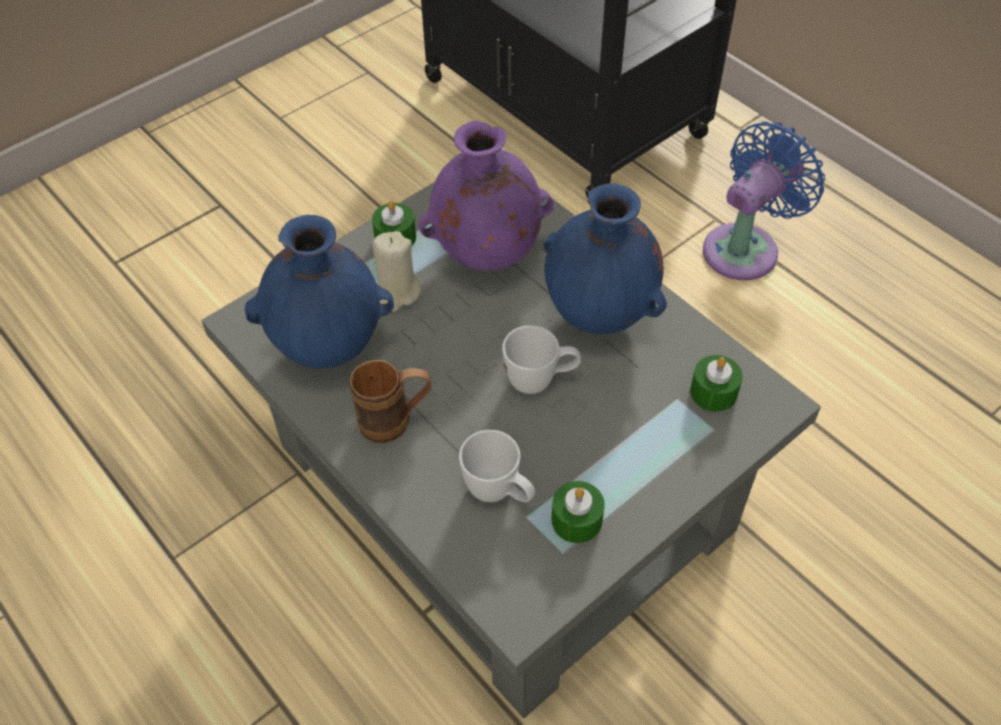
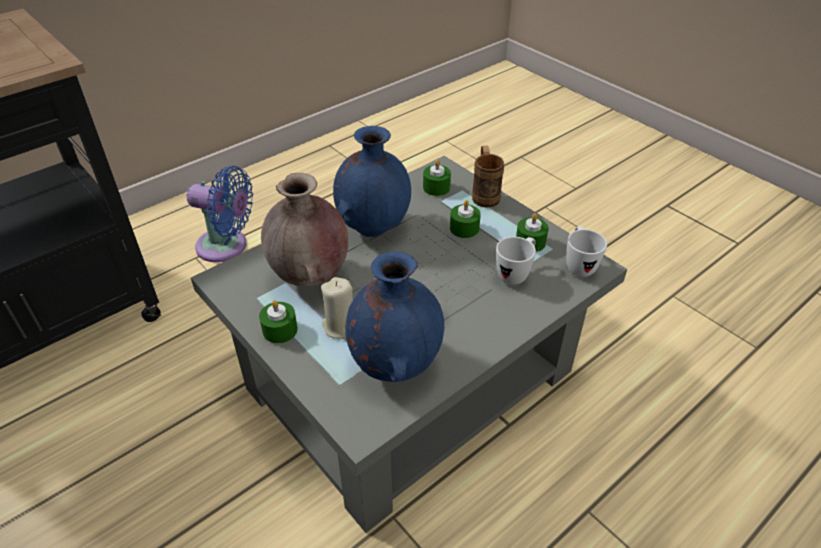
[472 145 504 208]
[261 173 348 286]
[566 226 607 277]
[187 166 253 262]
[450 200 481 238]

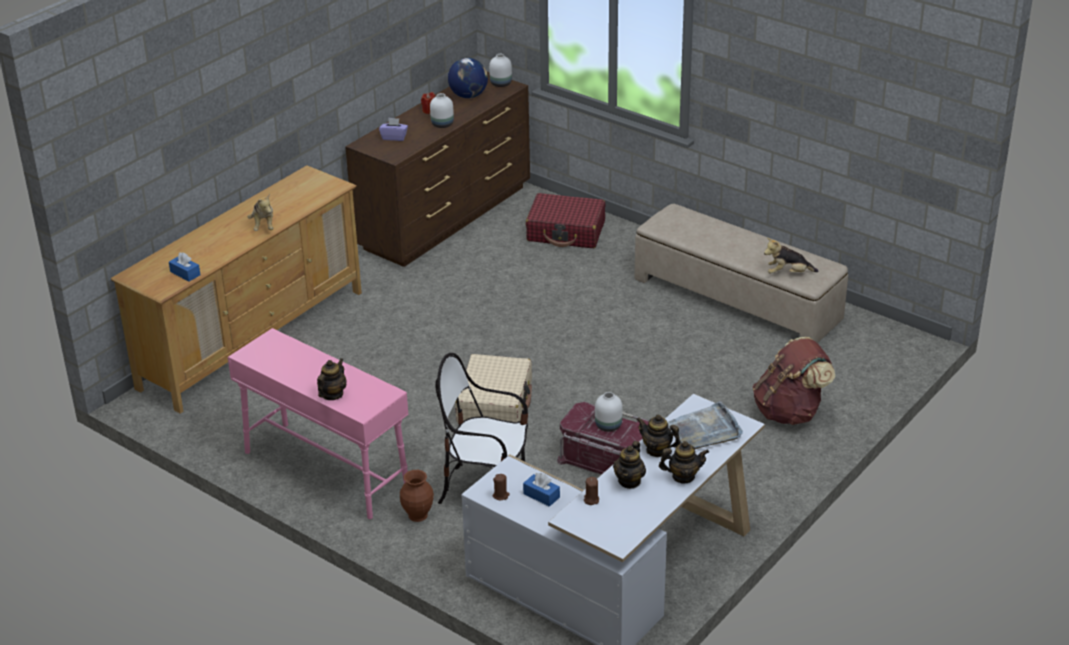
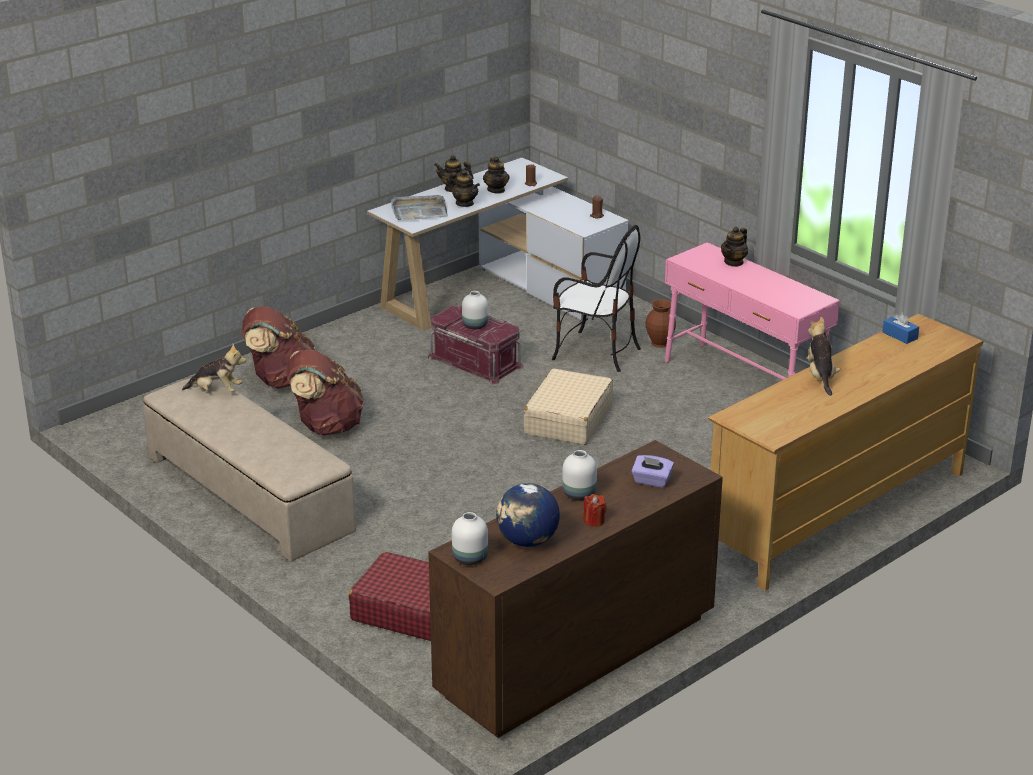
[523 473 560 507] (first image)
[483 157 510 194]
[287 350 364 435]

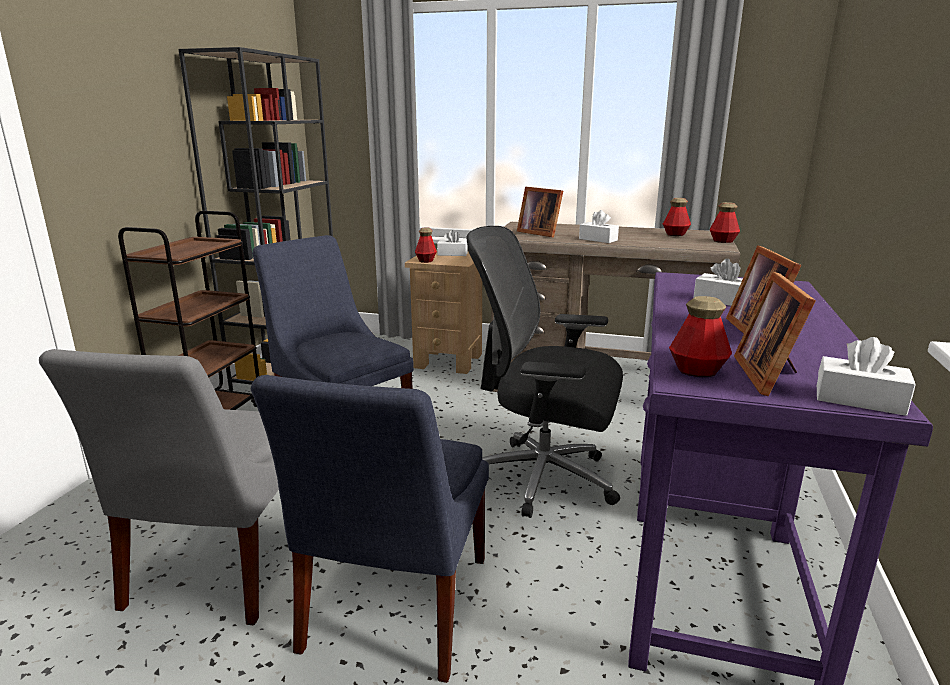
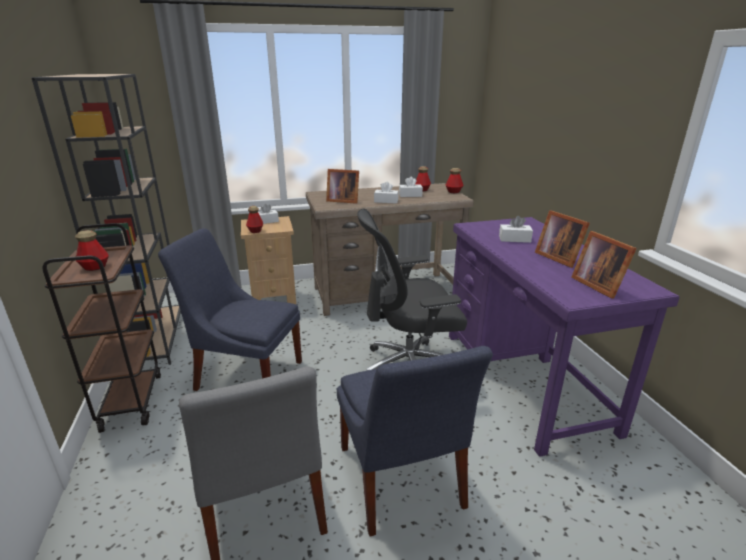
[75 230 109 271]
[399 176 423 197]

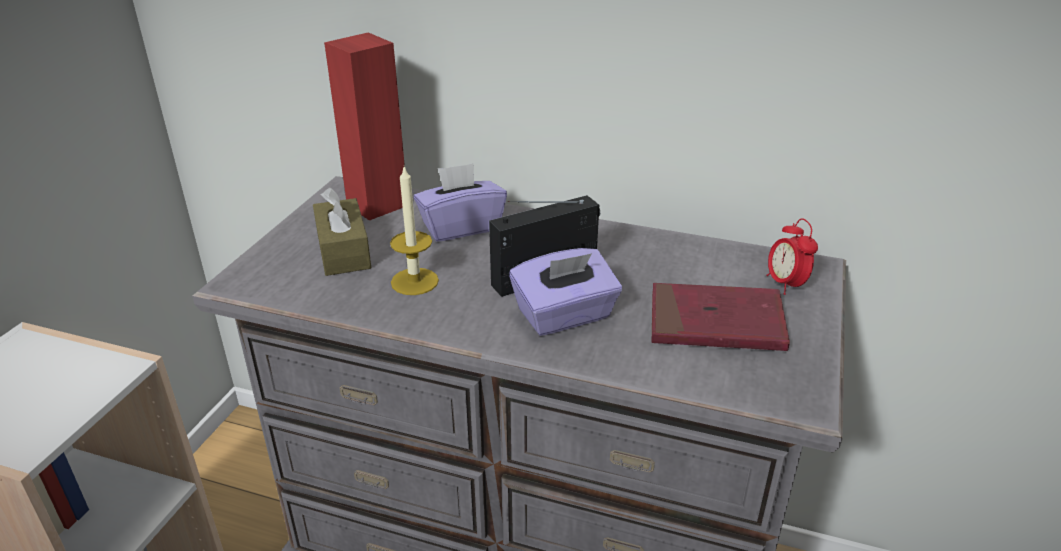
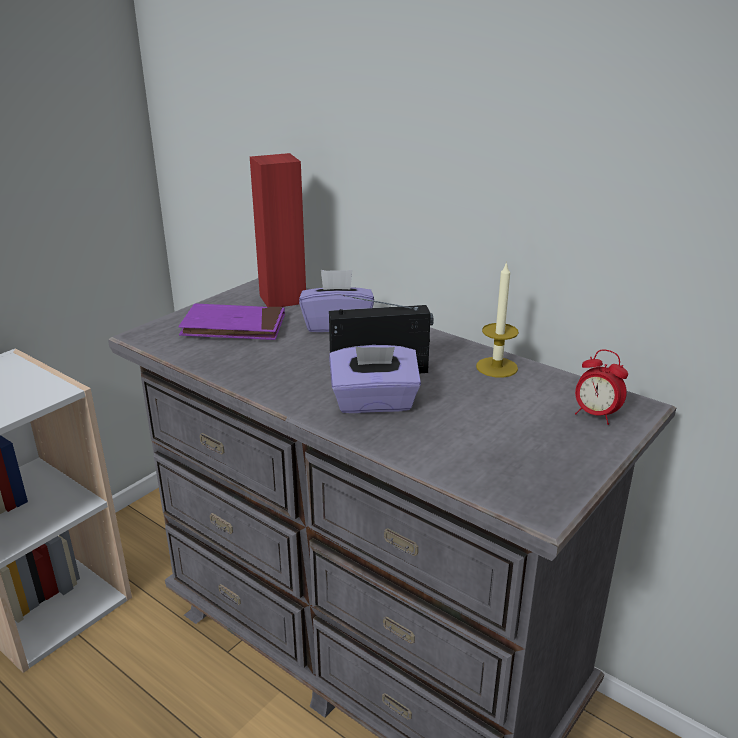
[178 303 285 340]
[476 261 519 378]
[652 283 790 351] (first image)
[575 350 628 425]

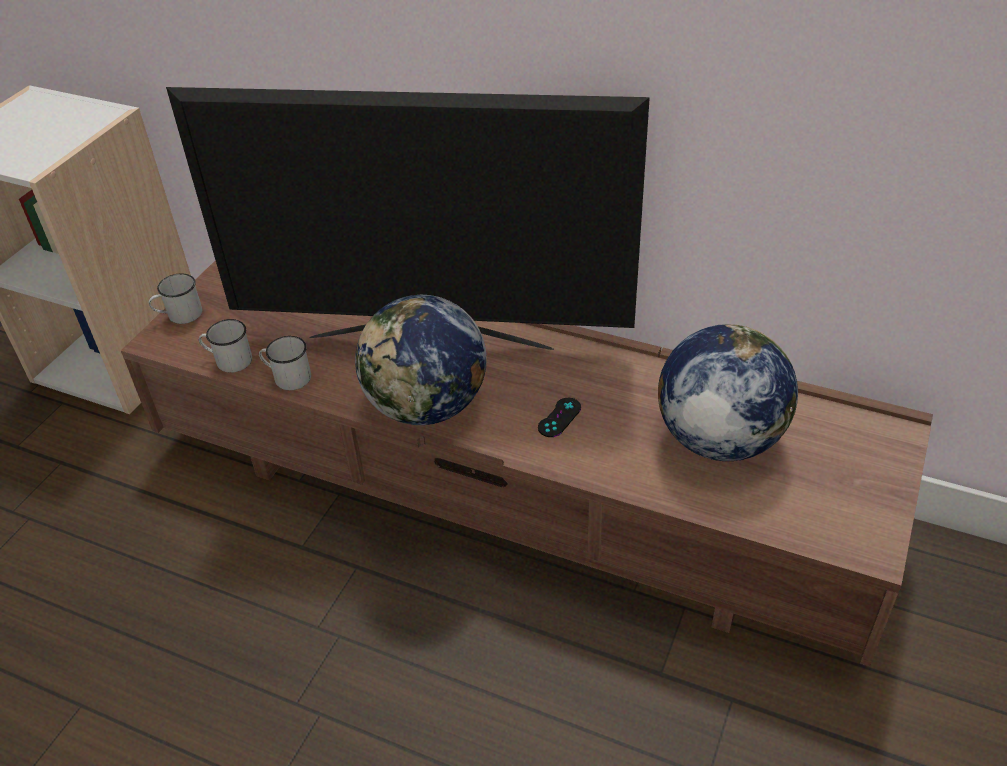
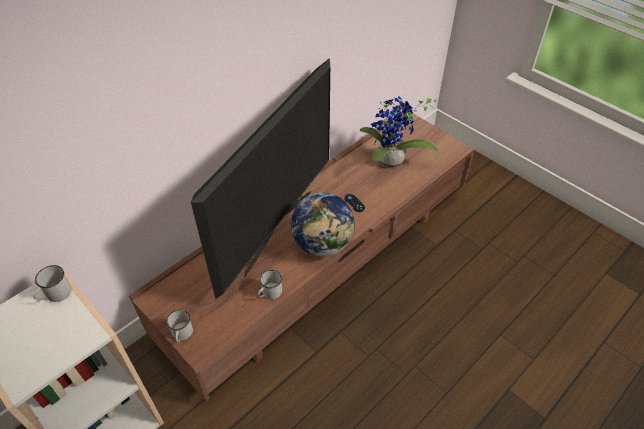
[33 265 72 302]
[359 97 438 168]

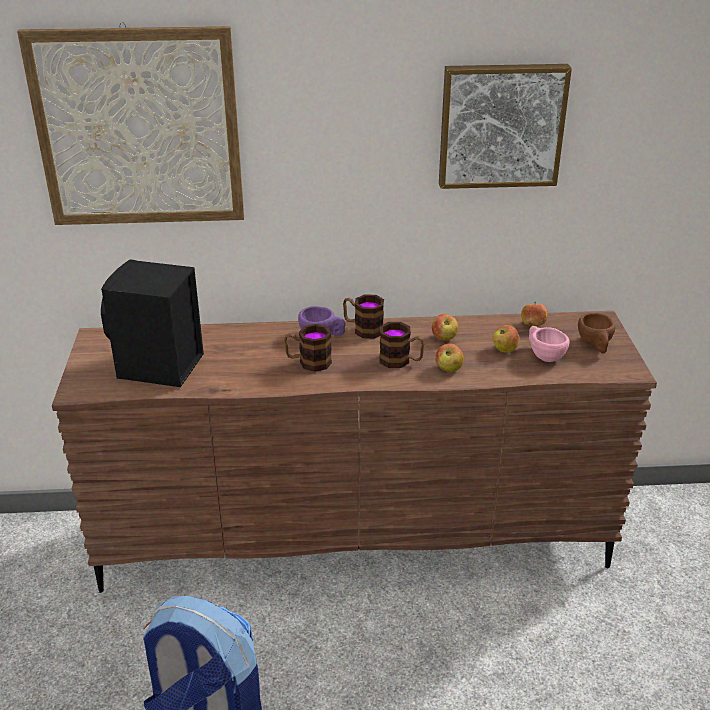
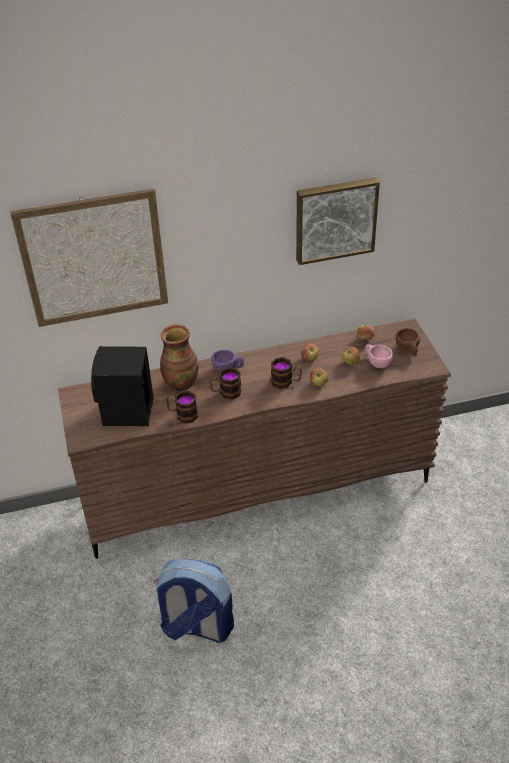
[166 391 198 424]
[160 325 199 391]

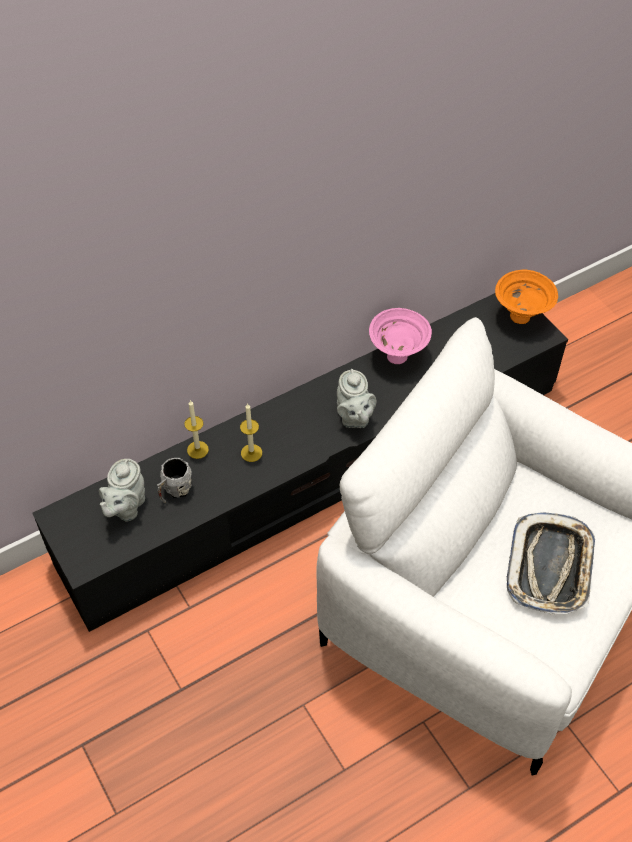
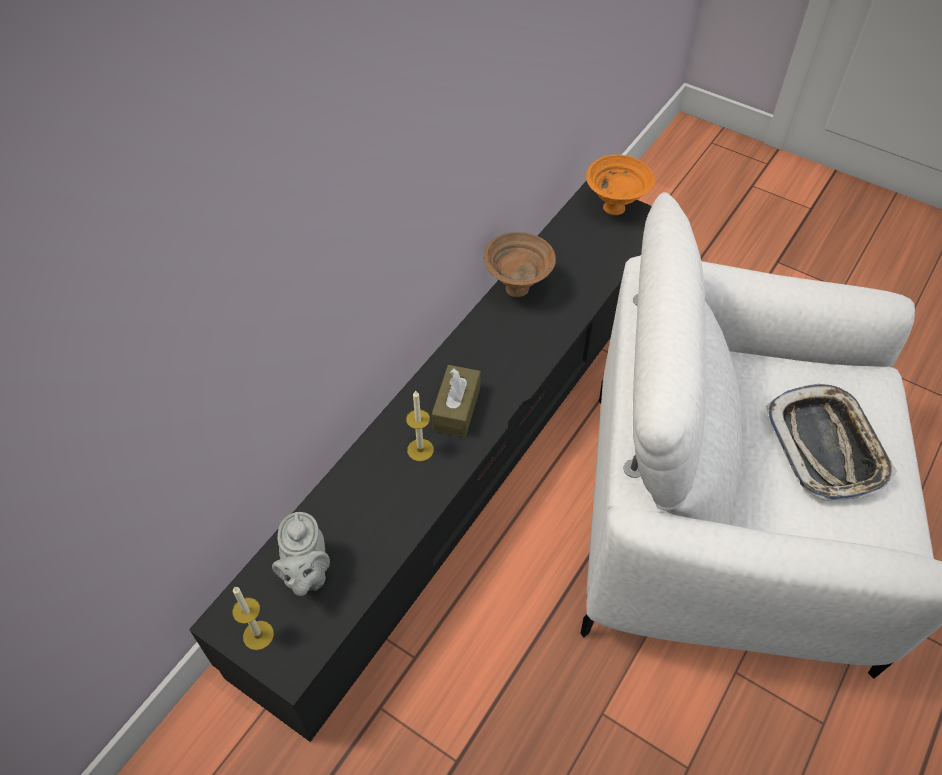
[157 458 192 503] (first image)
[232 586 274 650]
[337 369 376 428] (first image)
[483 232 556 297]
[432 365 481 437]

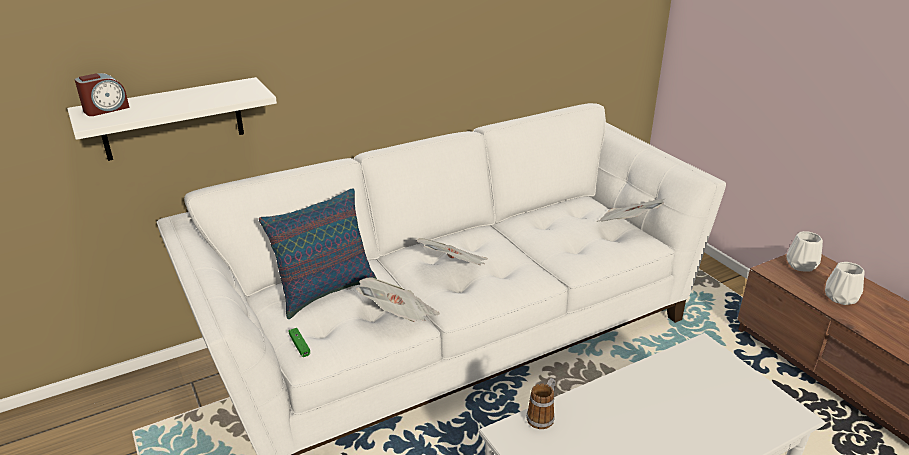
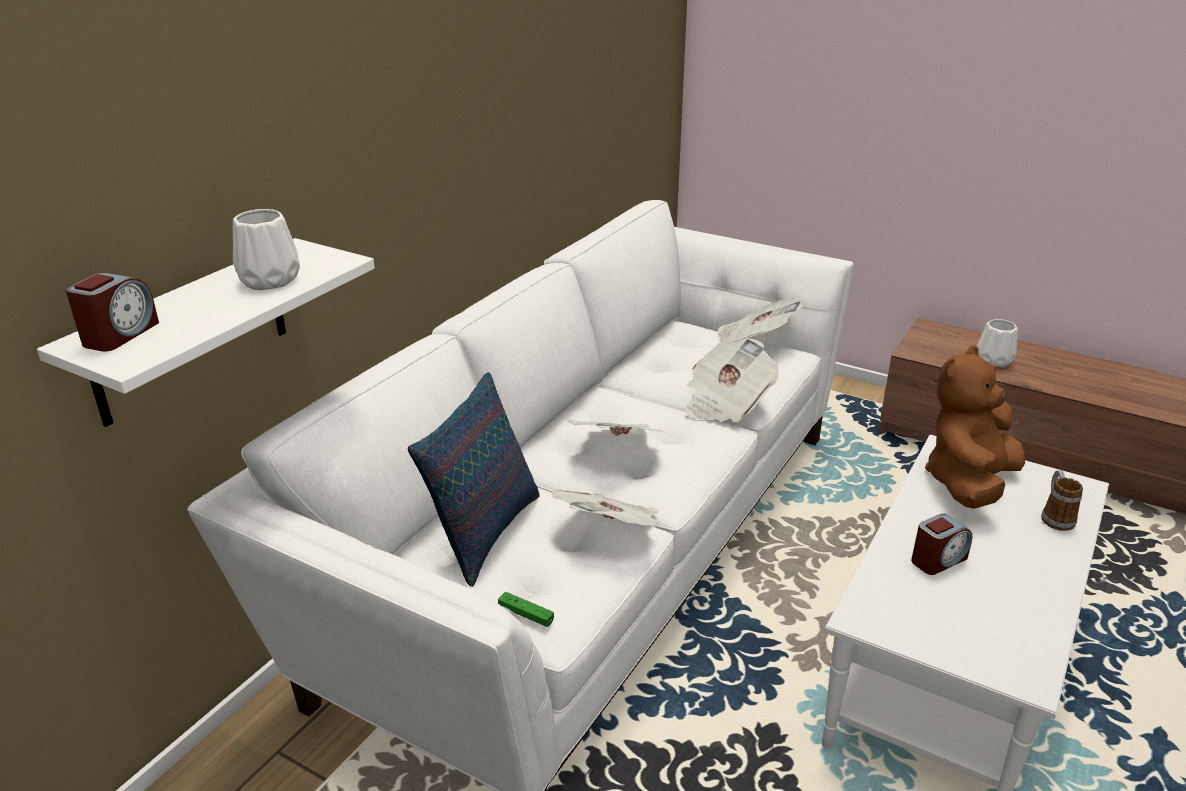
[1041 471 1083 531]
[233 209 300 290]
[685 338 779 422]
[911 514 973 575]
[925 346 1025 509]

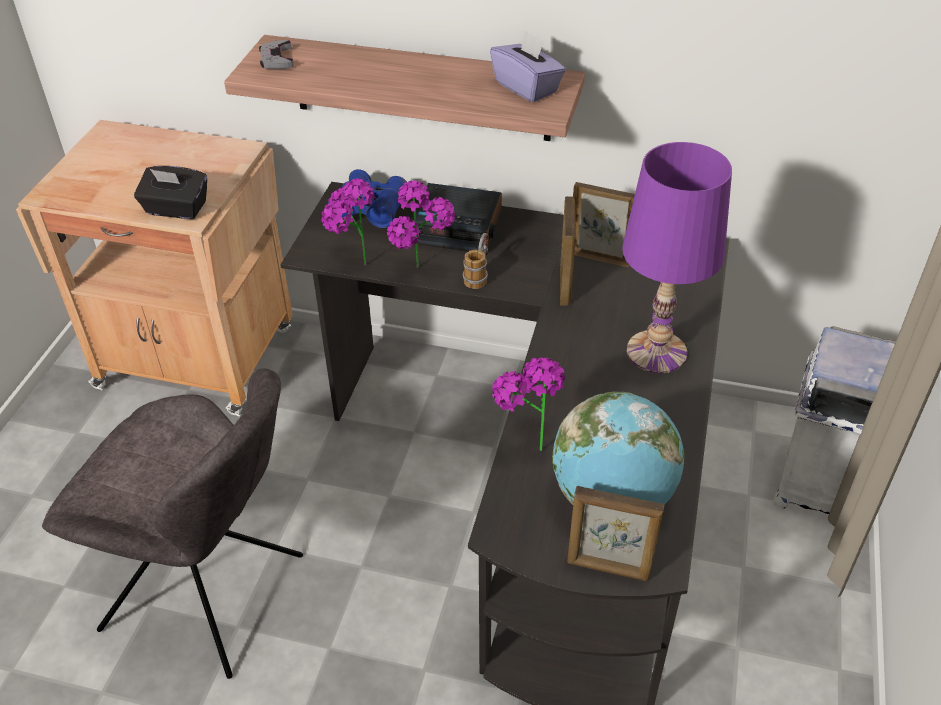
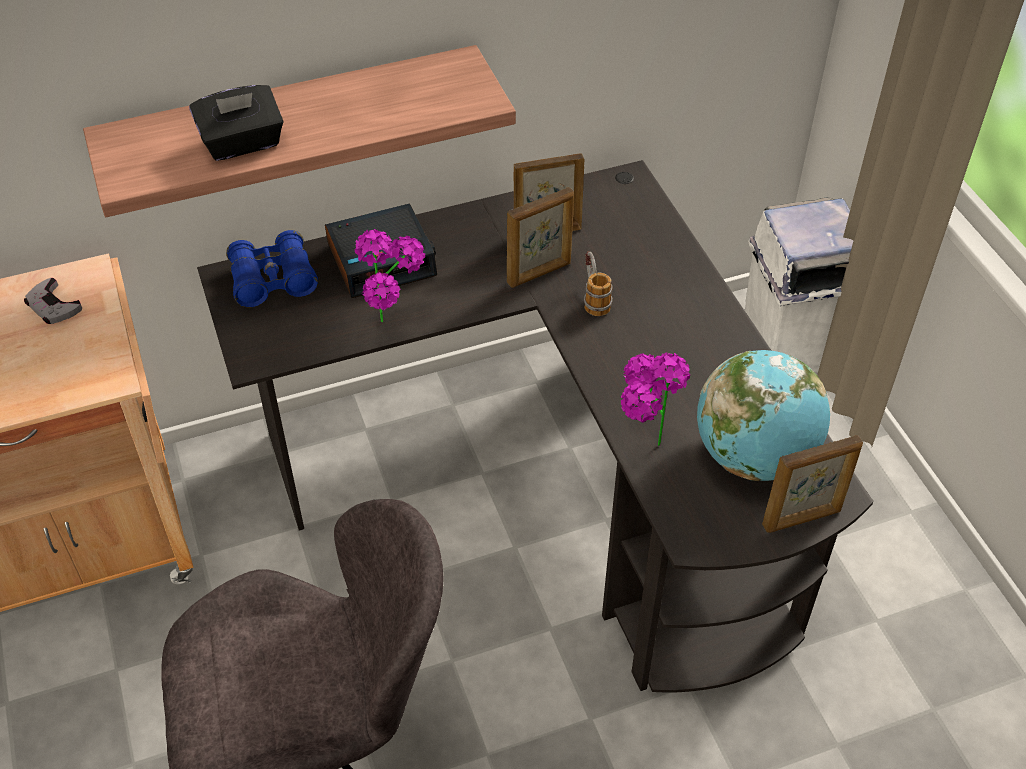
[189 85 284 161]
[24 278 82 324]
[321 178 374 266] (first image)
[584 251 612 316]
[490 30 566 102] (first image)
[507 187 574 288]
[622 142 732 373] (first image)

